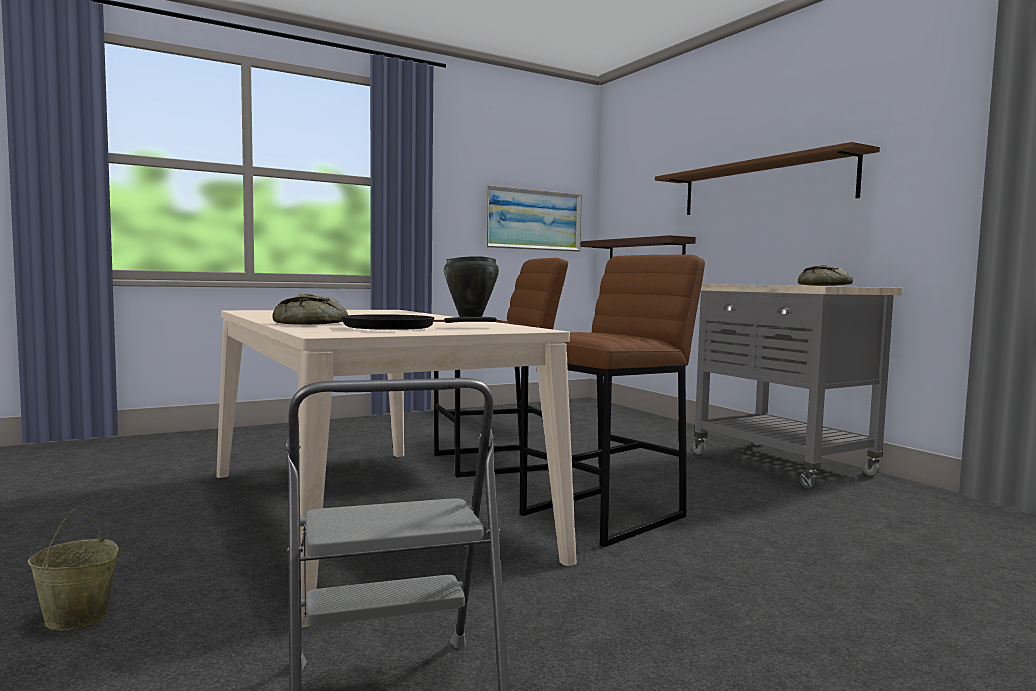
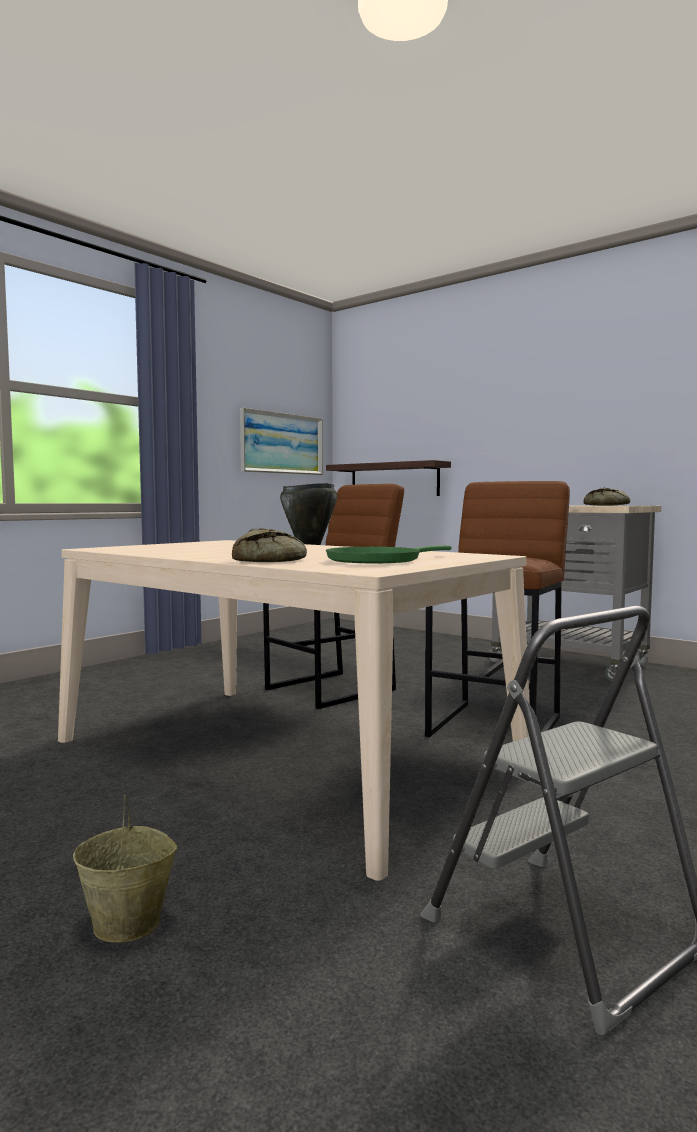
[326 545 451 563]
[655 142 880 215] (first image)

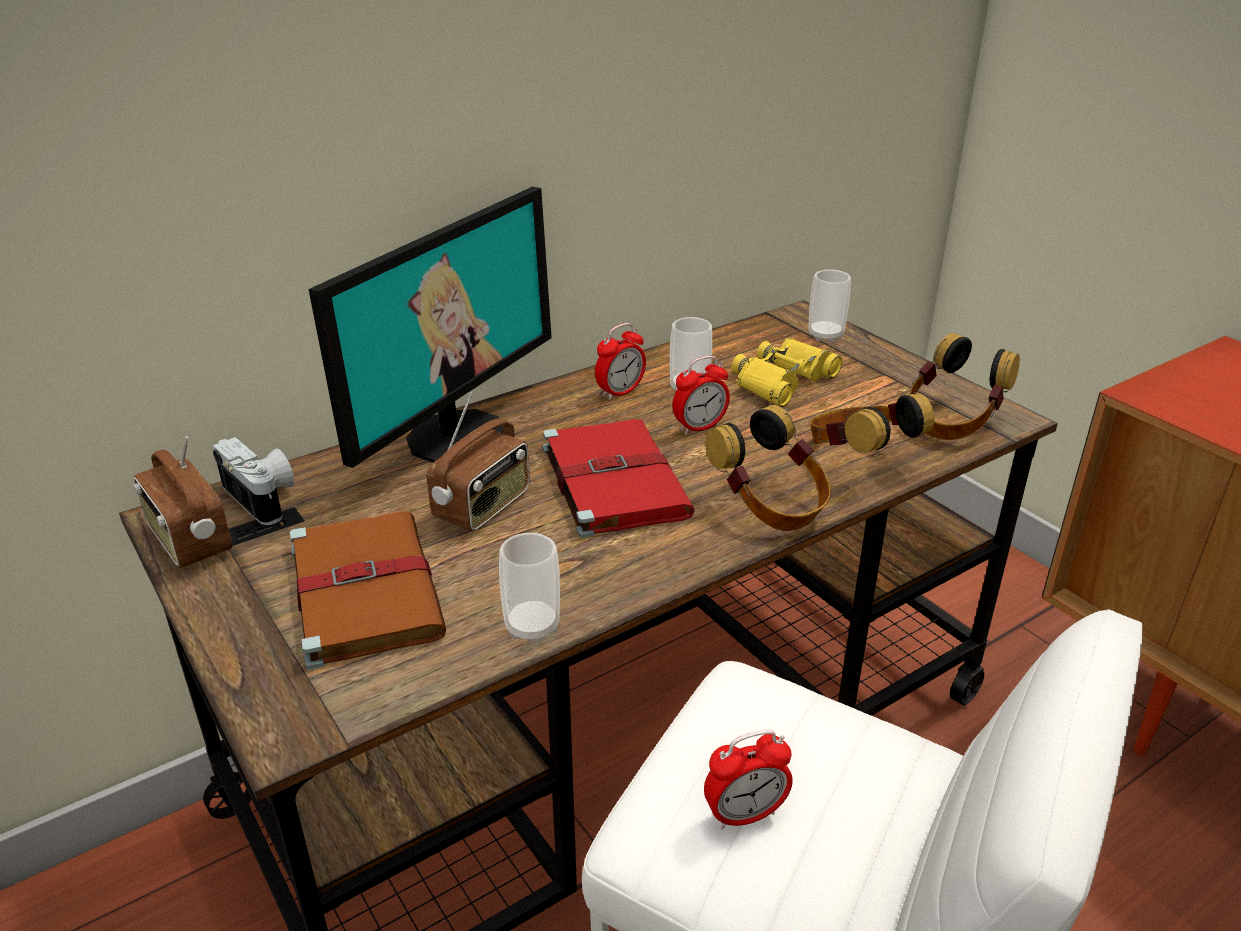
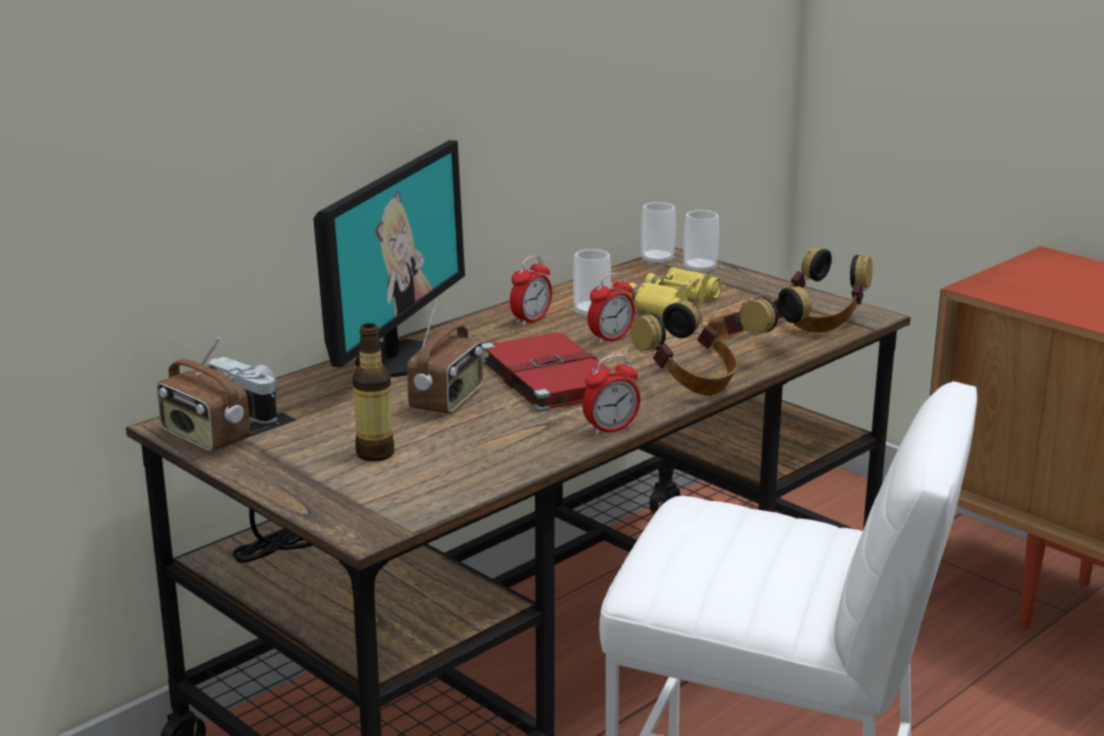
[352 323 394 462]
[641 202 676 266]
[582 355 640 436]

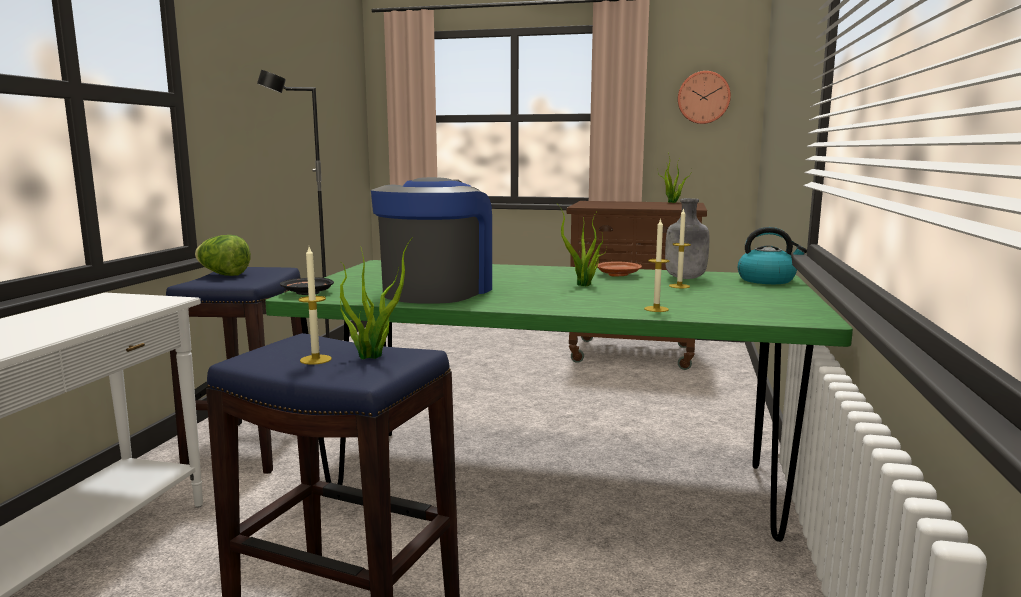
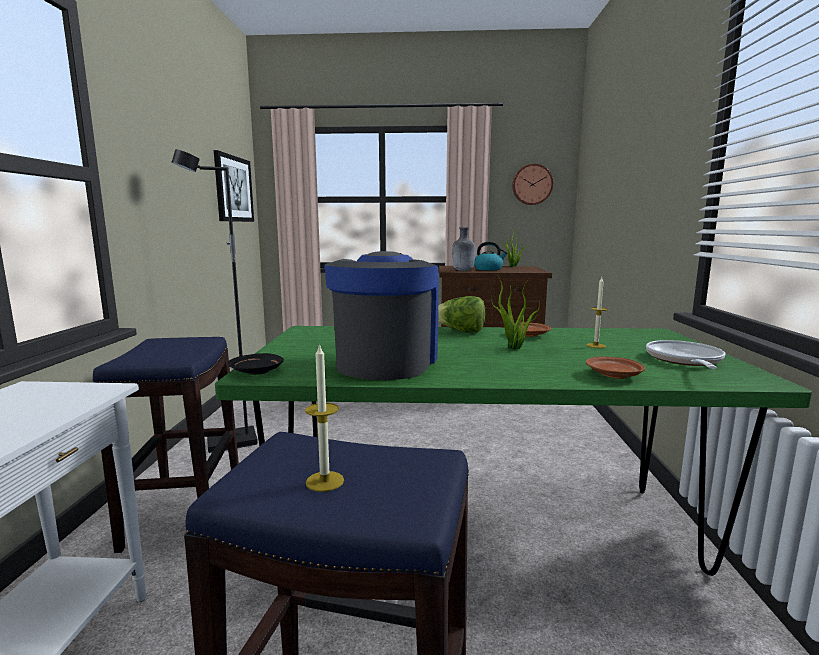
[438 296 485 333]
[340 237 413 359] (first image)
[586 357 645 379]
[452 227 475 271]
[474 242 508 270]
[214 150 254 222]
[646 340 725 369]

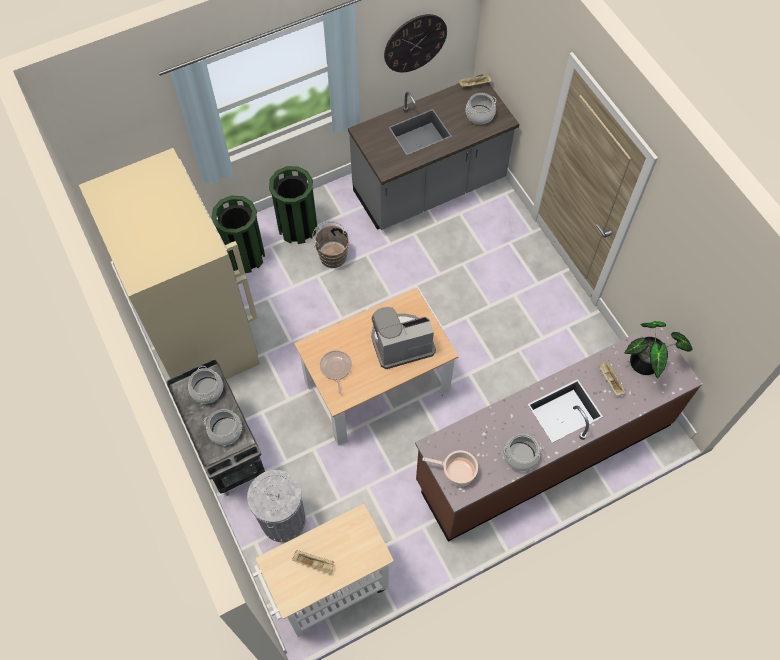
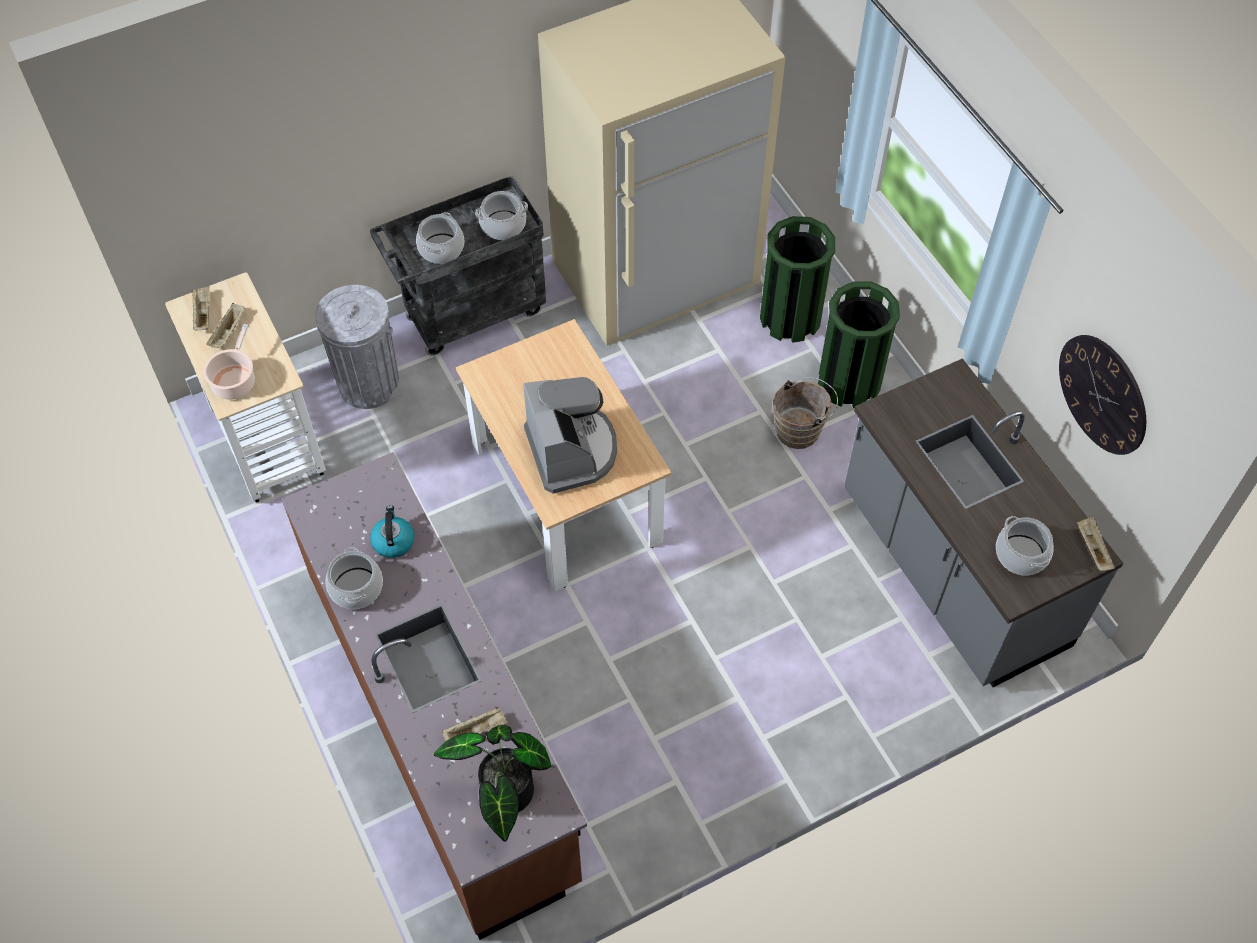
[320 350 352 394] (first image)
[203 324 255 400]
[192 286 210 331]
[370 505 414 558]

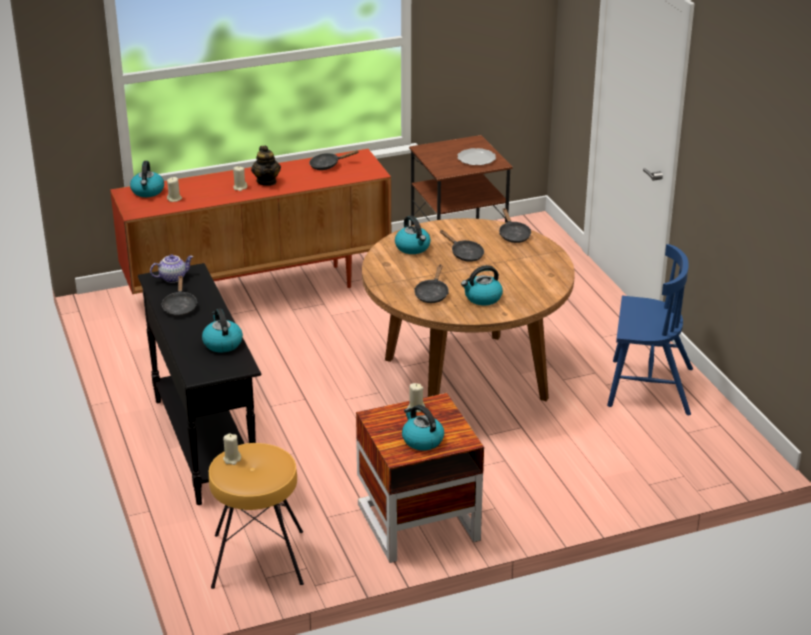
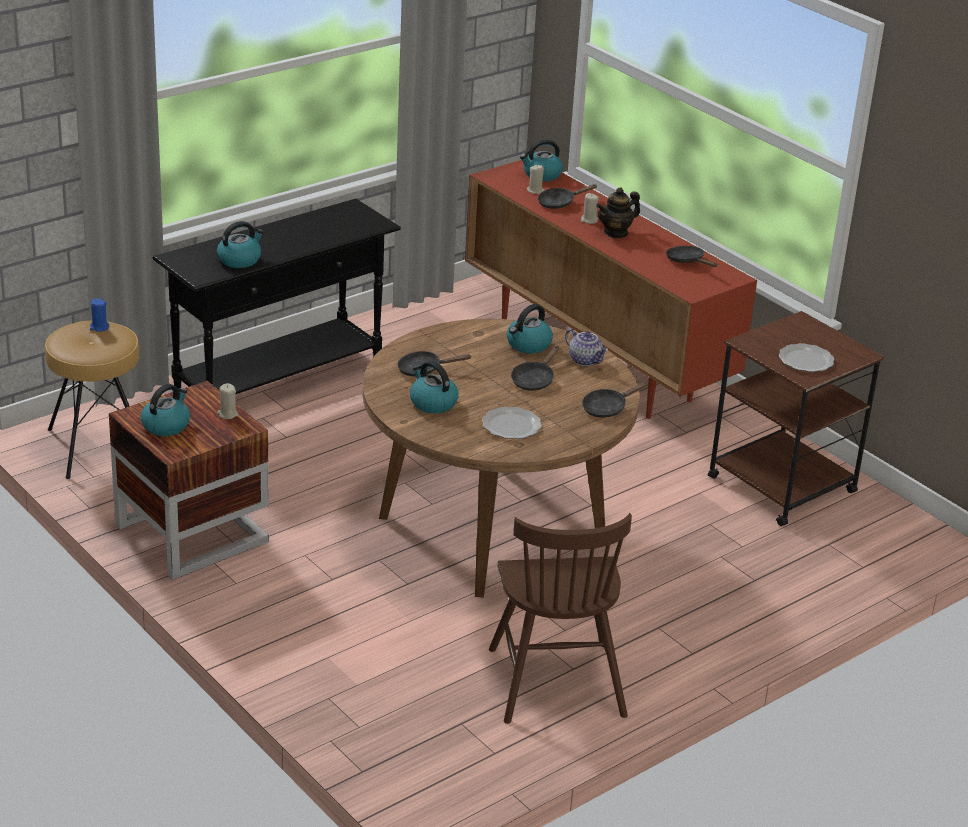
[565 329 608 366]
[538 184 597 209]
[90 299 109 332]
[489 513 632 724]
[482 407 542 439]

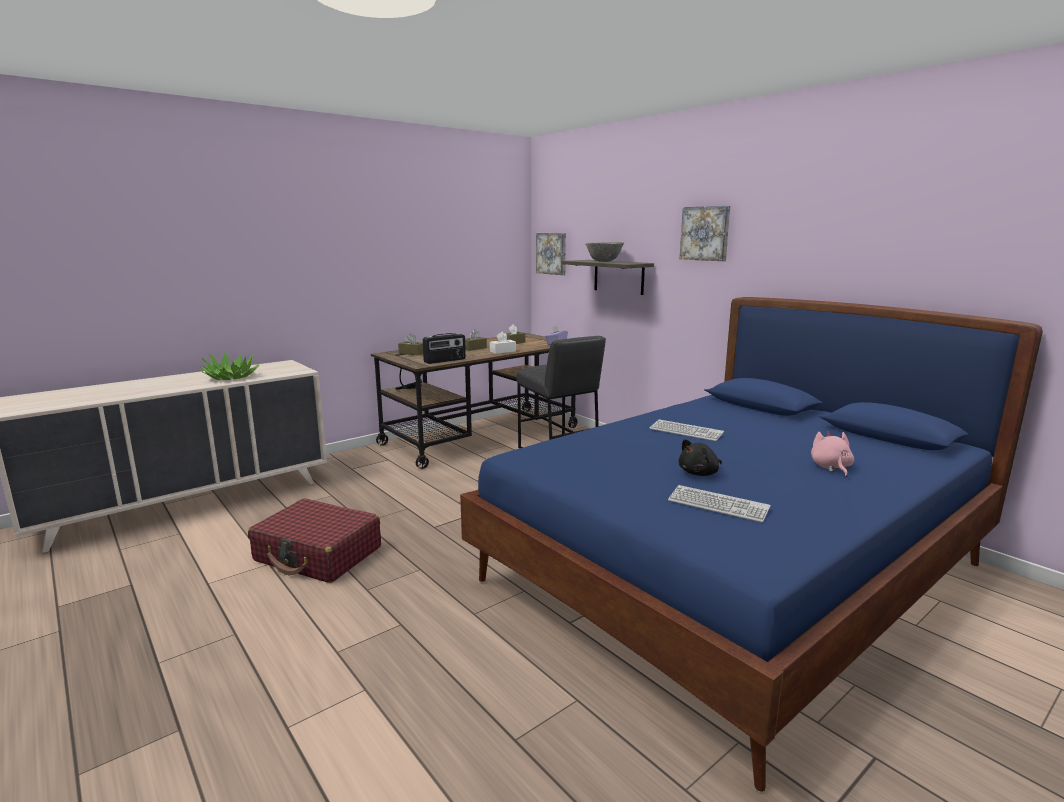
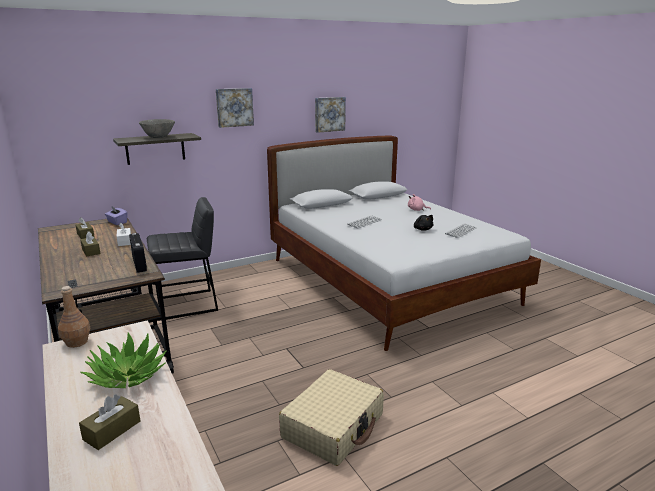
[279 369 384 466]
[79 394 140 450]
[267 136 541 351]
[315 97 346 133]
[58 286 90 348]

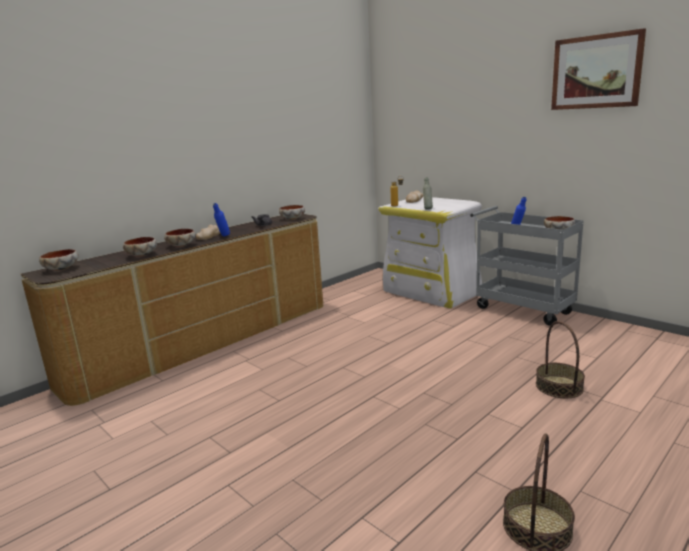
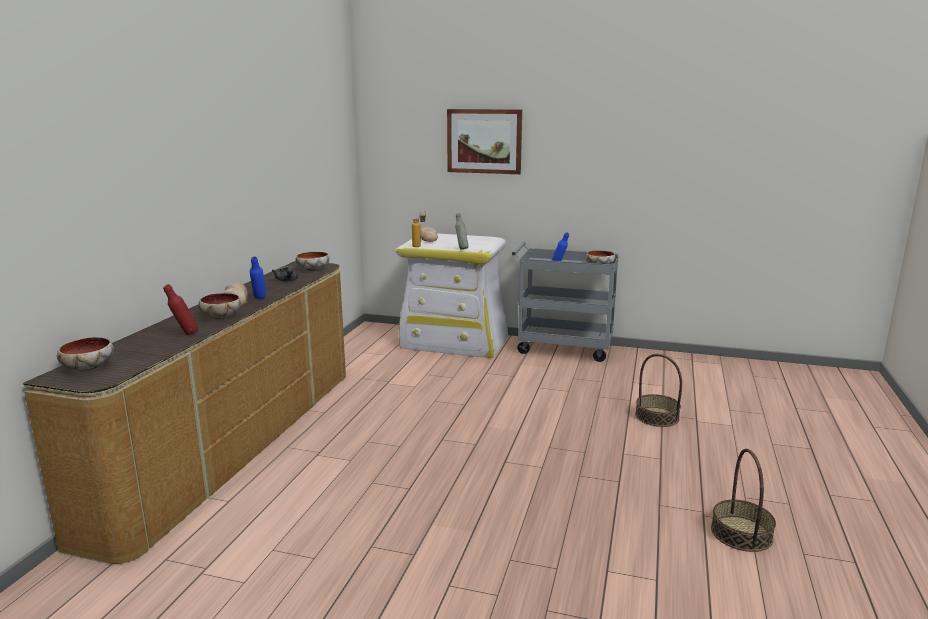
[163 284 199 335]
[447 109 522 174]

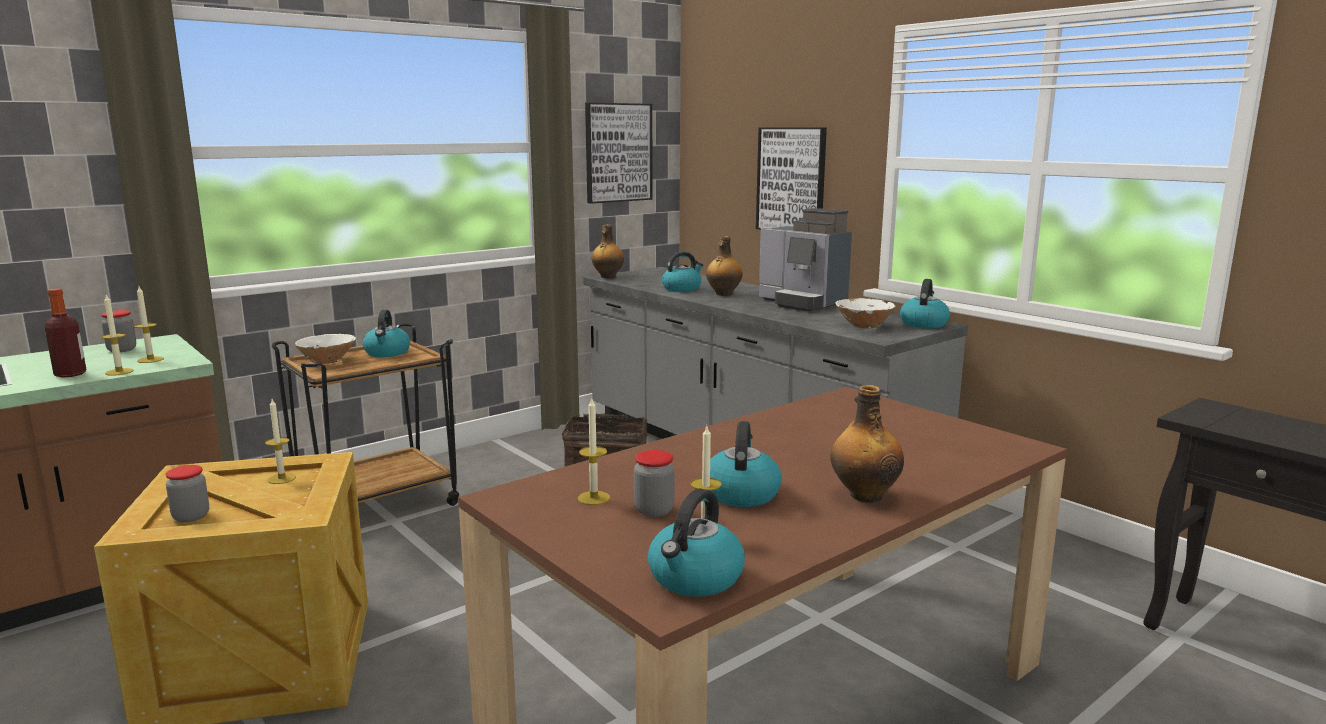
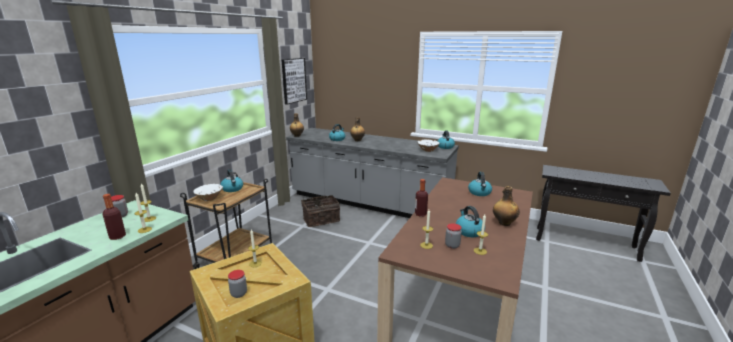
[468 172 492 196]
[756 127 827 230] (first image)
[759 208 852 312] (first image)
[415 179 428 217]

